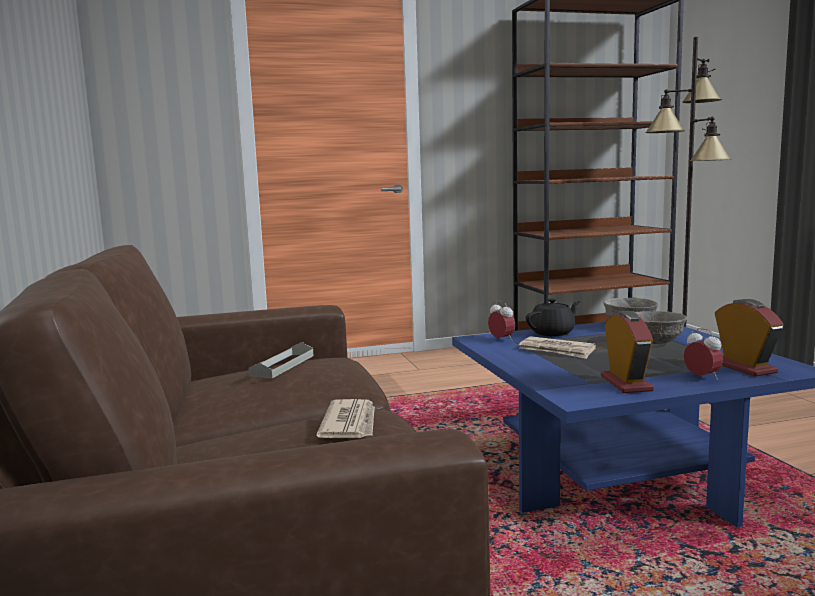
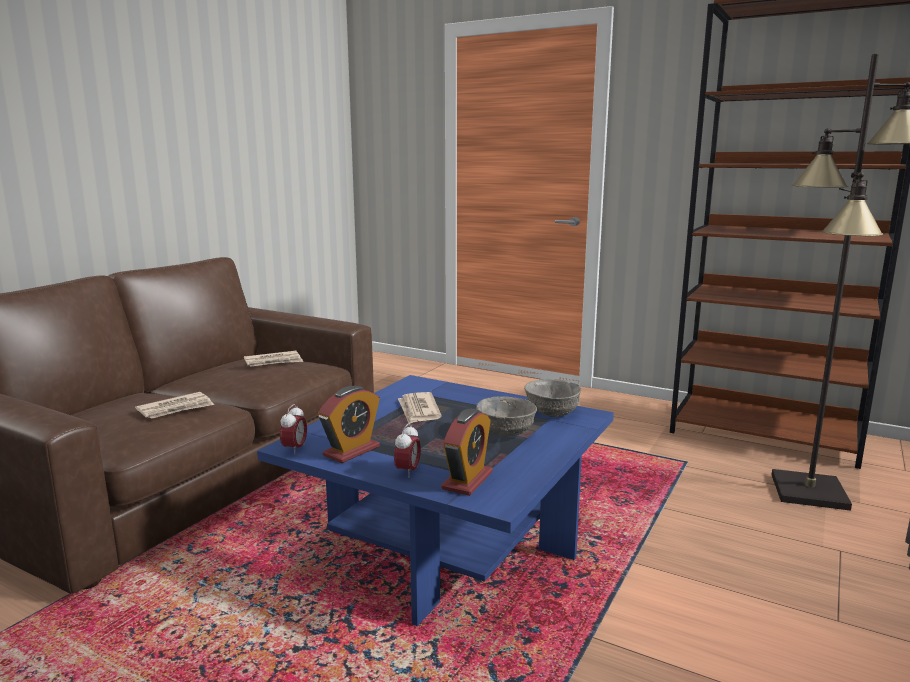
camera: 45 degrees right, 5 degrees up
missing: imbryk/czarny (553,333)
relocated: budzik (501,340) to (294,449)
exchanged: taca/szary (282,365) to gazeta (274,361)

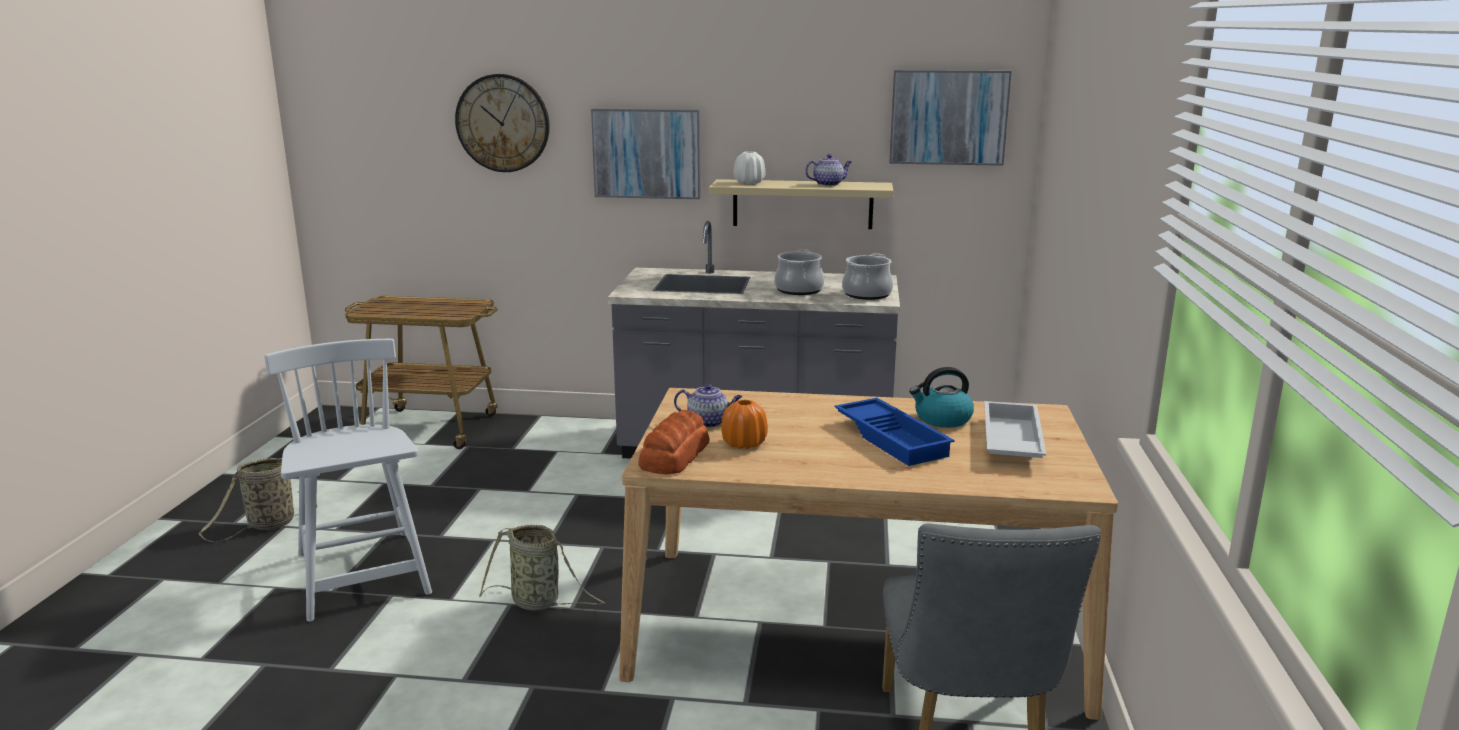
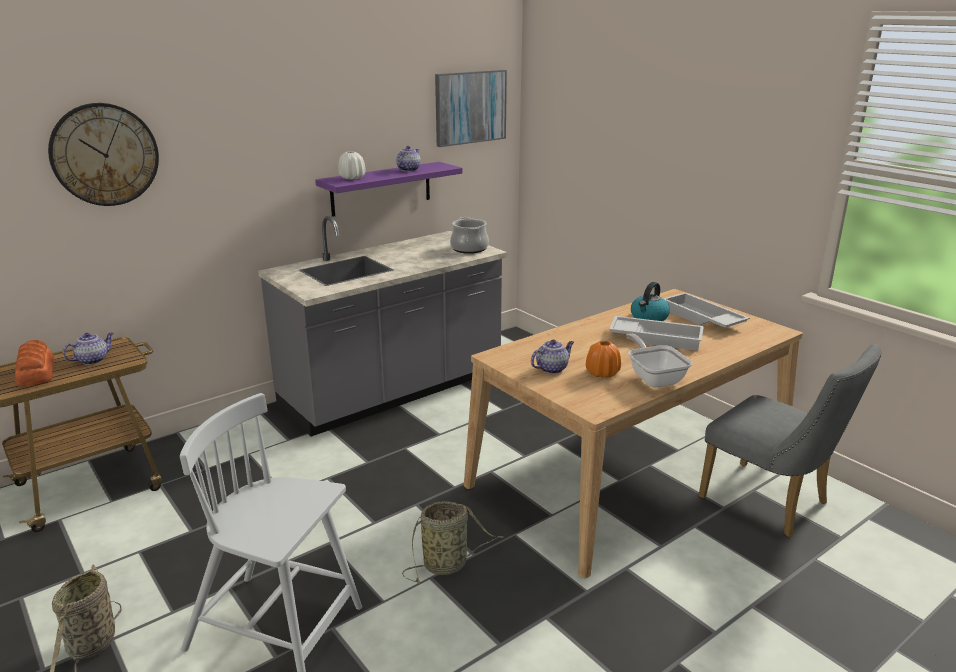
camera: 45 degrees left, 5 degrees up
missing: obraz (647,153); garnek (798,290)
appeared: imbryk (93,360); patelnia (654,378)
relocated: chleb (674,455) to (35,372)
colour: półka/beżowy (802,204) to półka/fioletowy (381,188); taca/niebieski (893,438) to taca/biały (656,338)

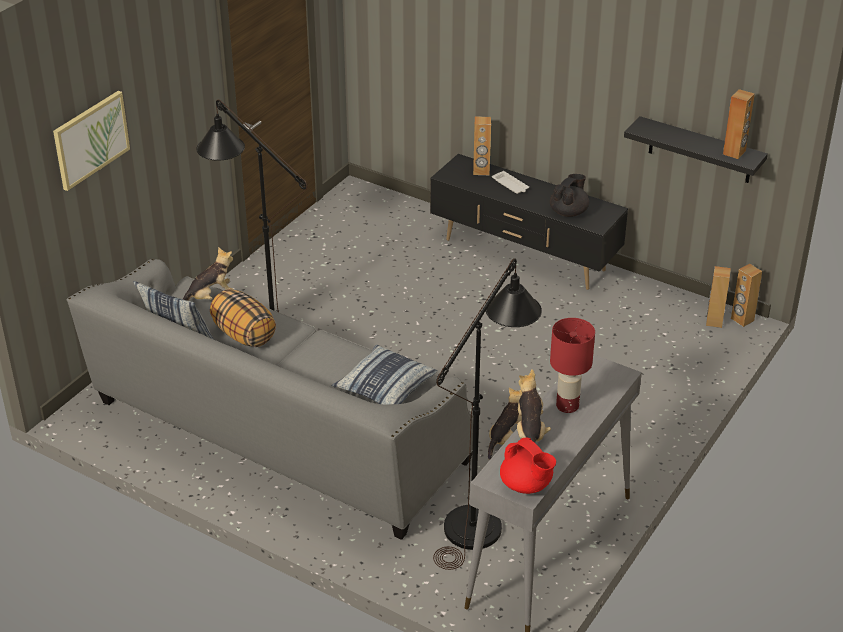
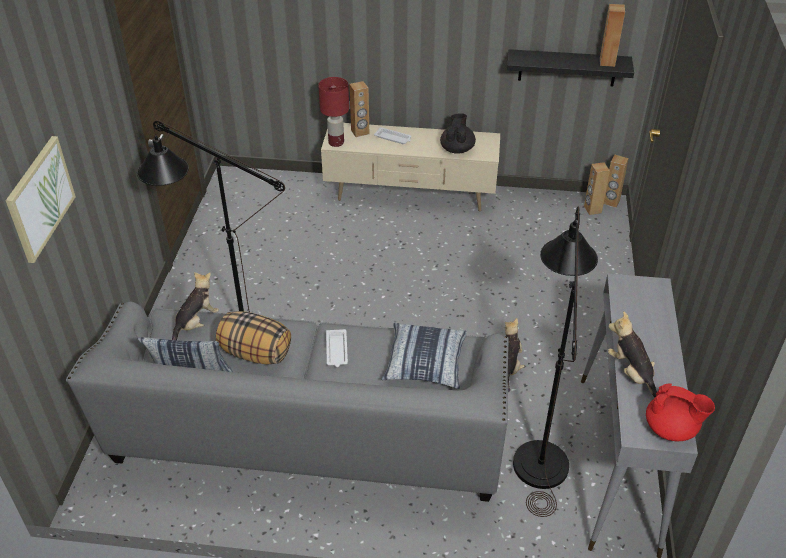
camera: 25 degrees left, 5 degrees up
appeared: taca/biały (337,351)
relocated: lampa stołowa/czerwony (567,406) to (336,143)
colour: szafka pod telewizor/czarny (524,256) to szafka pod telewizor/beżowy (411,196)

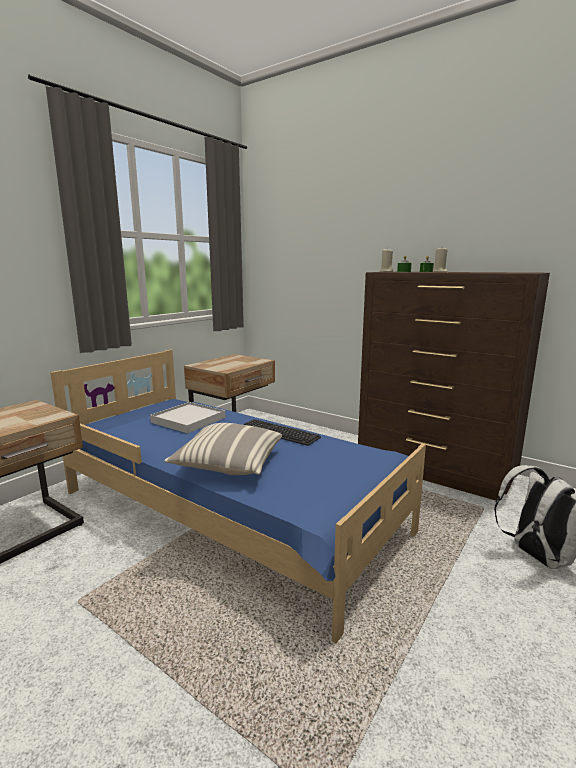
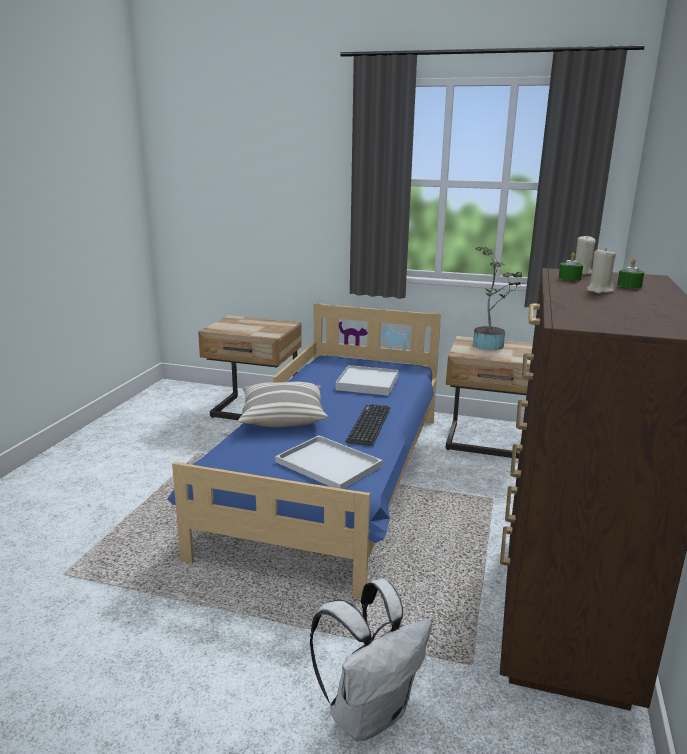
camera: 70 degrees right, 5 degrees up
appeared: roślina doniczkowa (491,344); taca/biały (330,464)

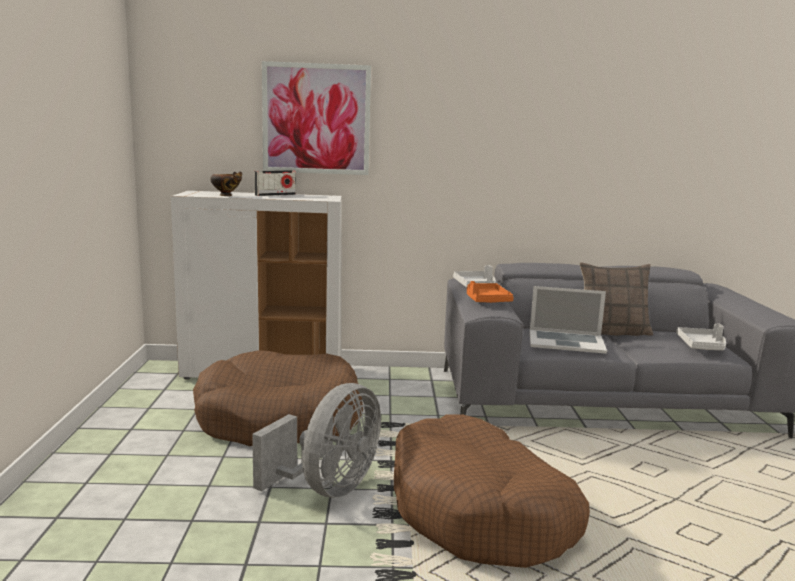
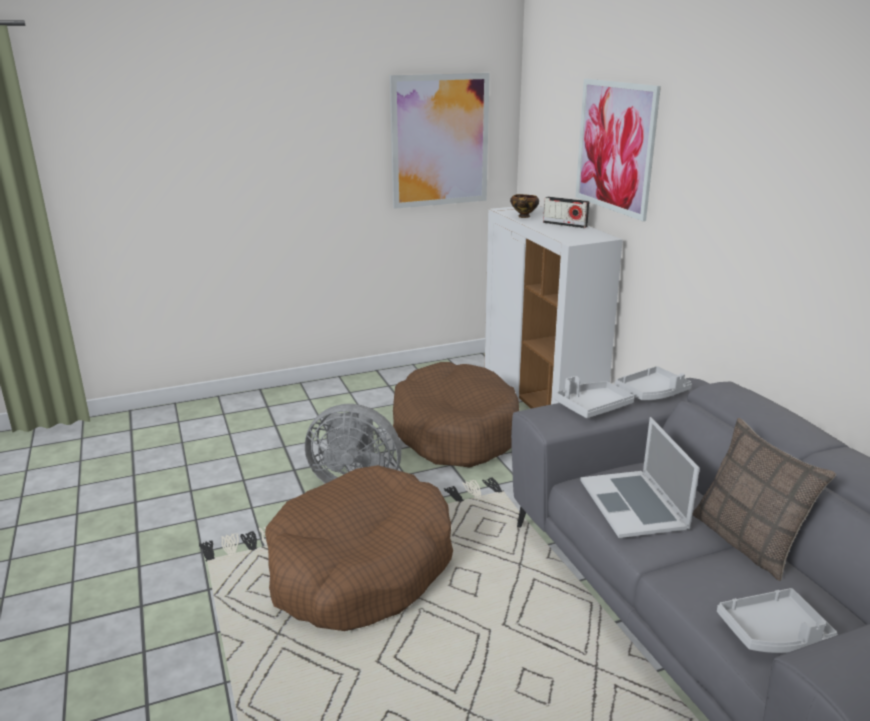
camera: 70 degrees right, 10 degrees up
appeared: obraz (439,141)
colour: taca/pomarańczowy (486,300) to taca/szary (592,407)

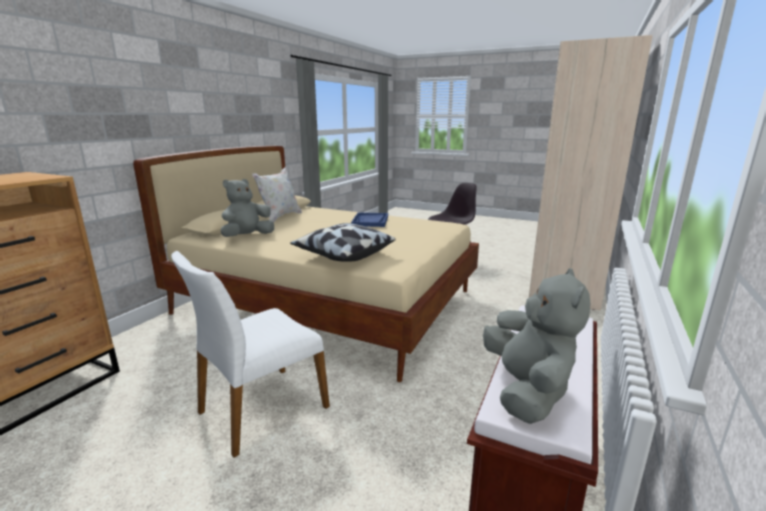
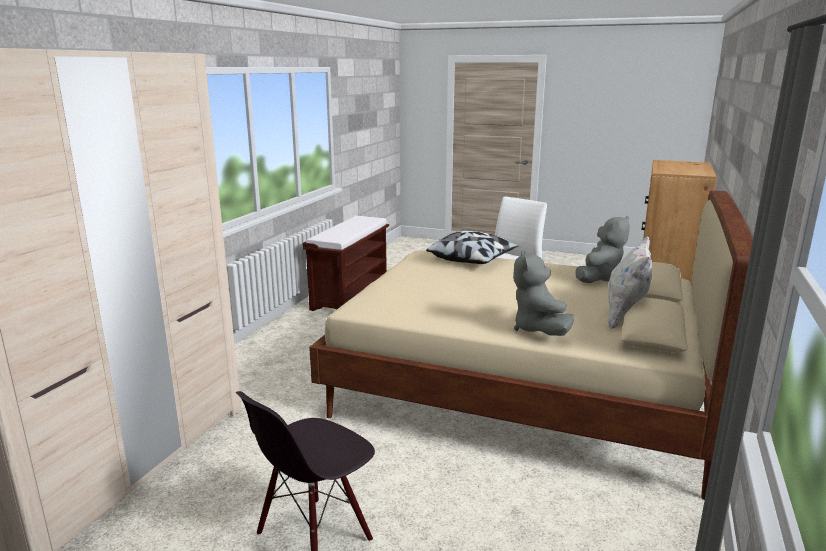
camera: 175 degrees right, 0 degrees up
missing: taca/niebieski (370,221)
relocated: pluszak/szary (526,390) to (538,329)

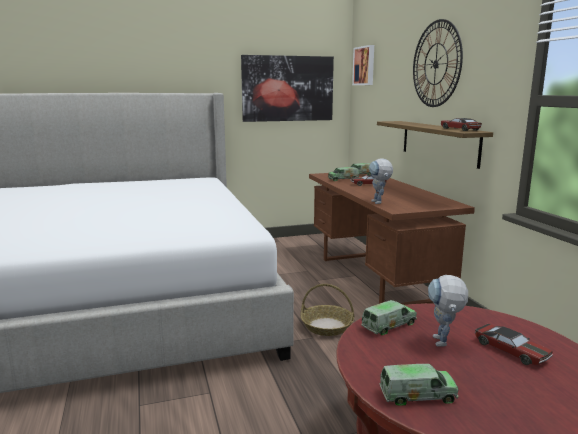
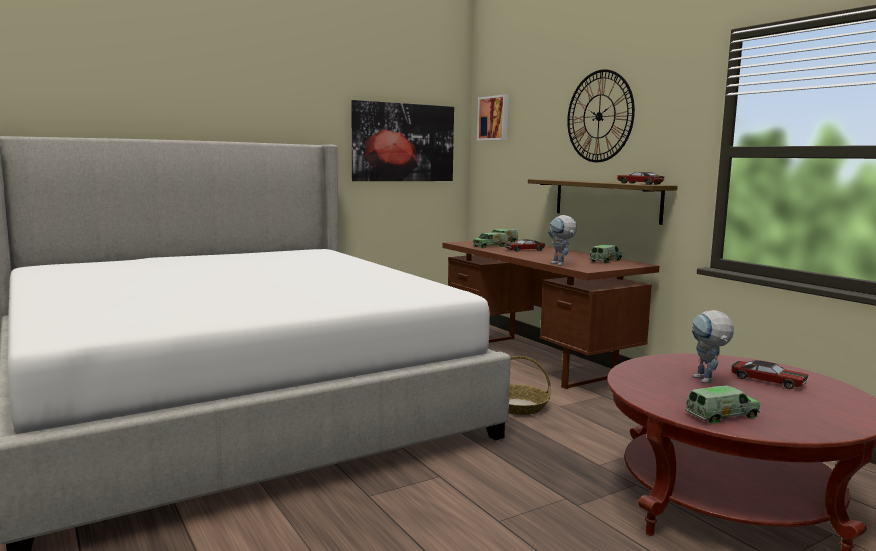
camera: 15 degrees left, 5 degrees down
relocated: ciężarówka zabawkowa (388,325) to (605,260)

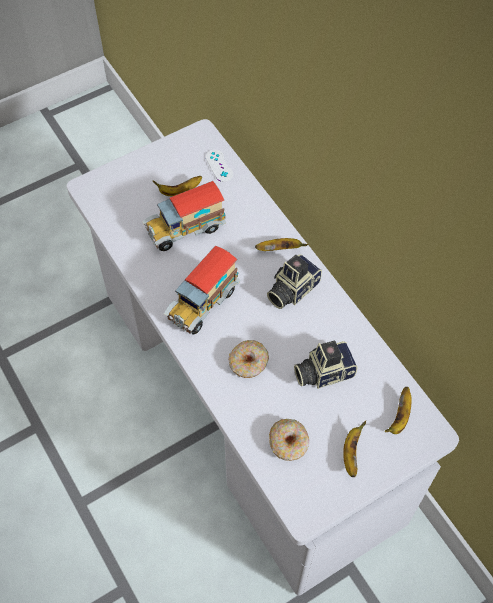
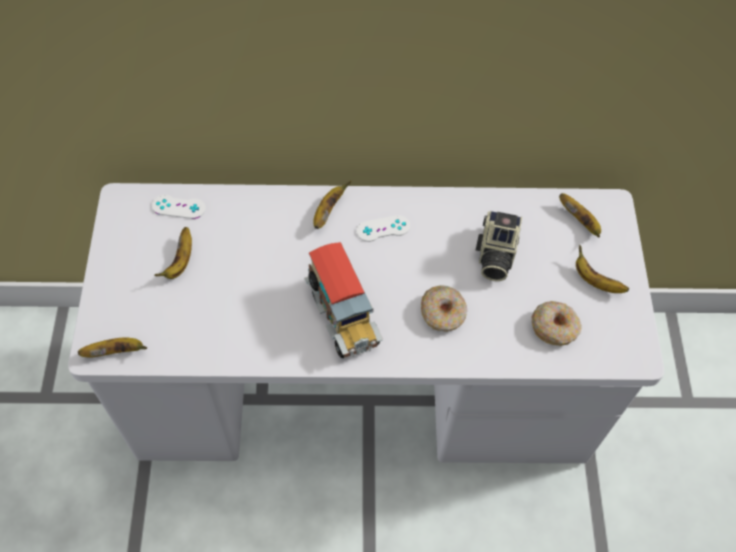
camera: 60 degrees left, 0 degrees up
missing: ciężarówka zabawkowa (185,229)
appeared: banan (116,352)
exchanged: aparat fotograficzny (291,289) to pad do gier/biały (383,228)

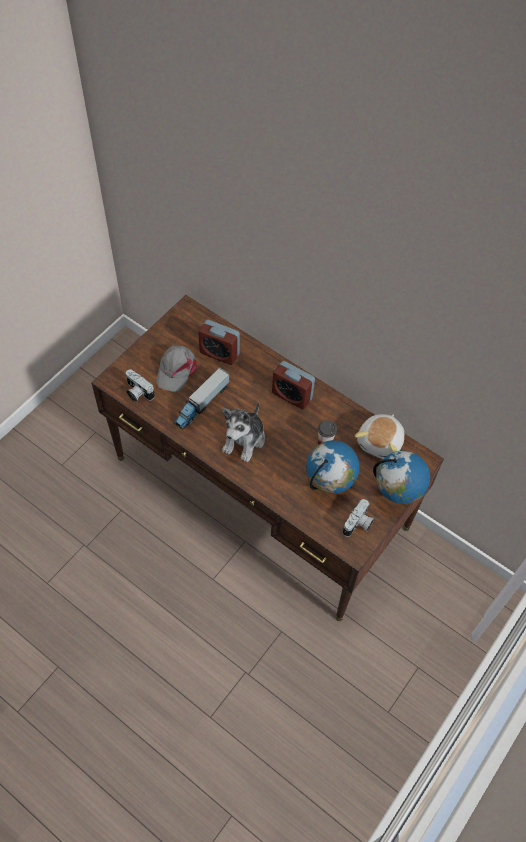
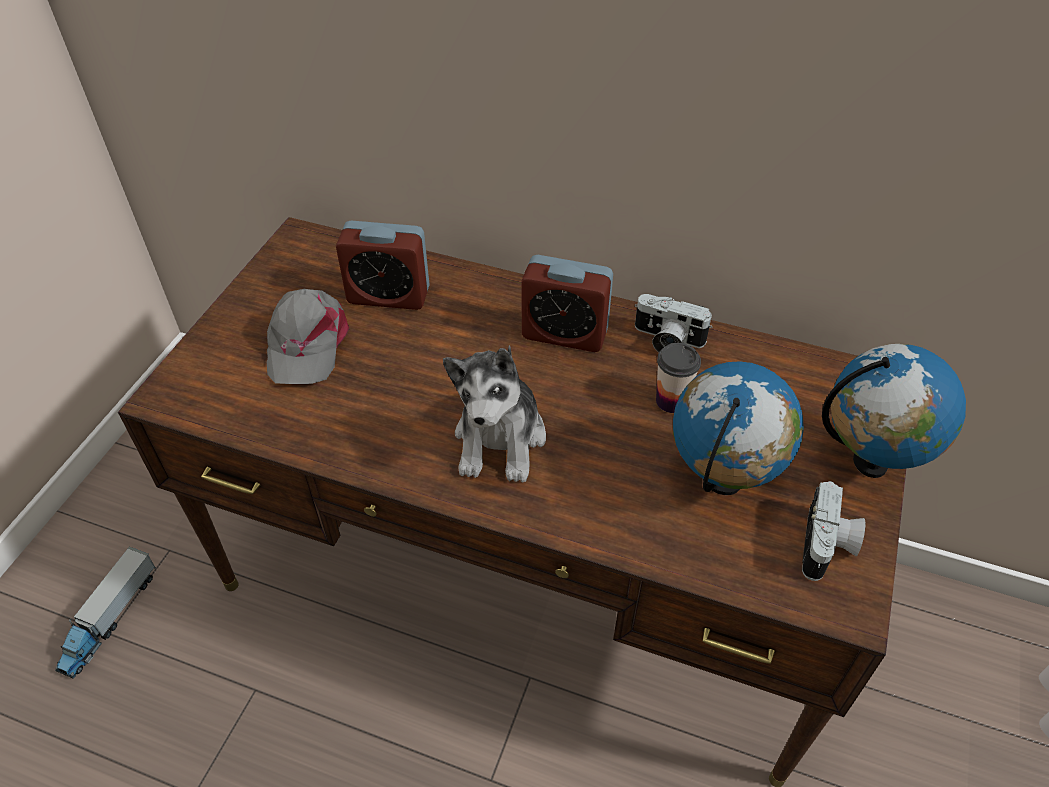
camera: 15 degrees left, 10 degrees down
missing: pluszak (380,442)
relocated: ciężarówka zabawkowa (202,404) to (109,619); aparat fotograficzny (137,392) to (667,341)

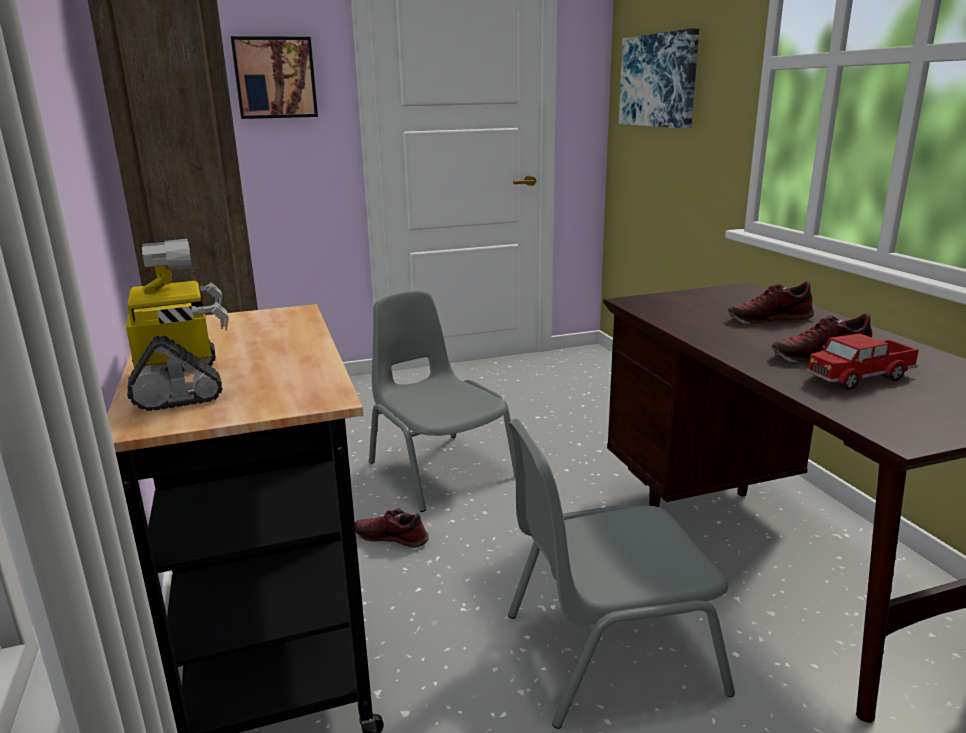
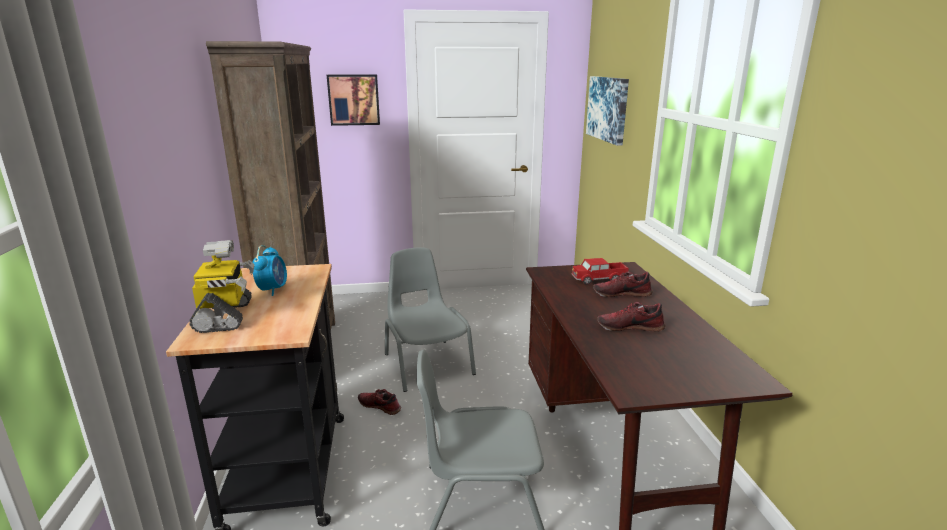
camera: 10 degrees right, 0 degrees up
appeared: budzik (273,290)
relocated: ciężarówka zabawkowa (859,377) to (599,279)

